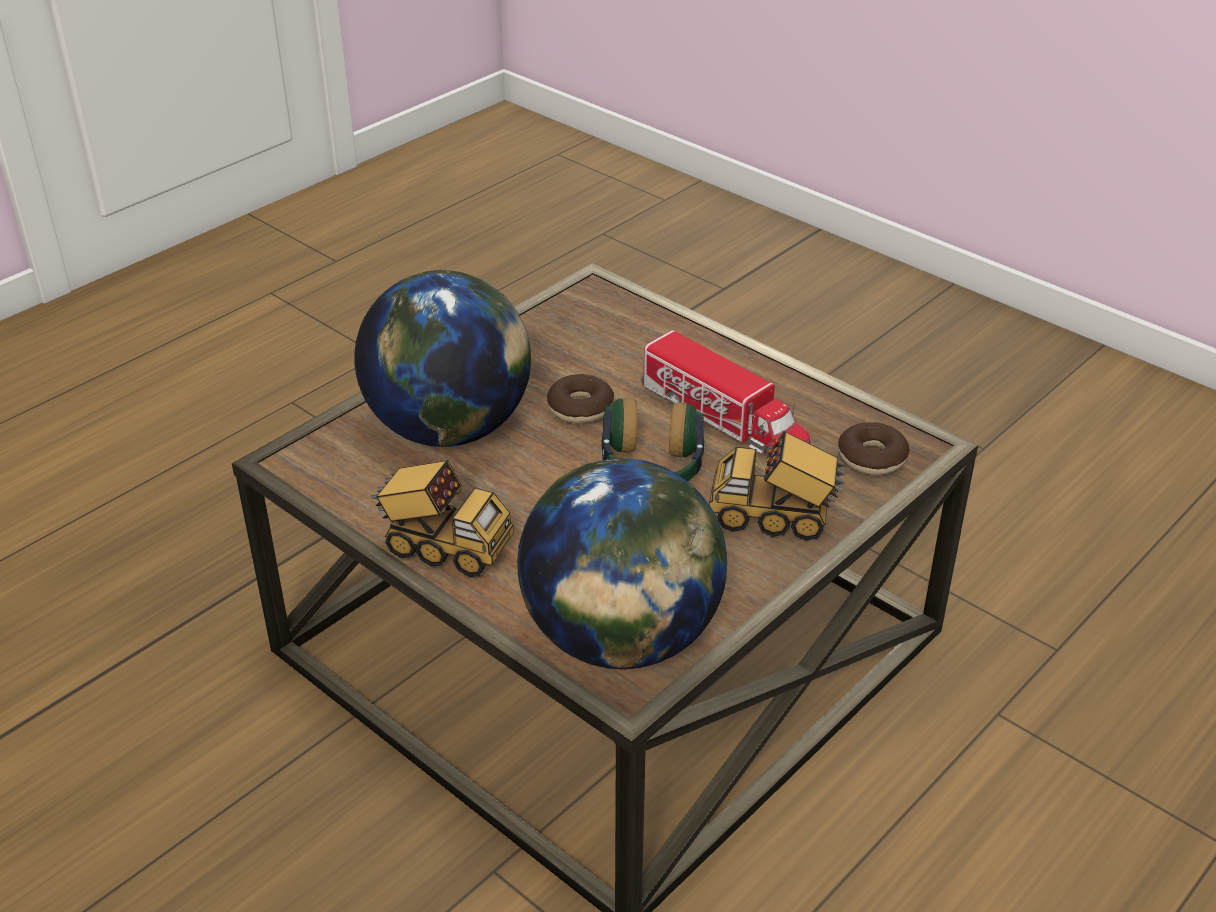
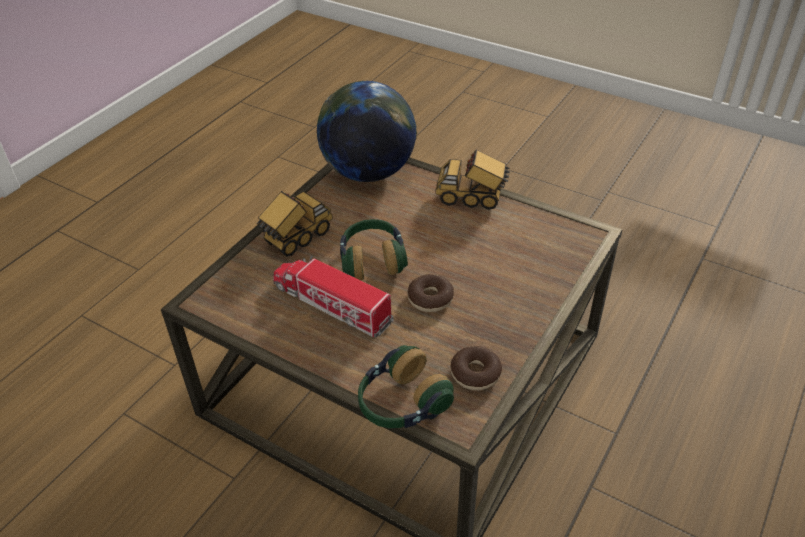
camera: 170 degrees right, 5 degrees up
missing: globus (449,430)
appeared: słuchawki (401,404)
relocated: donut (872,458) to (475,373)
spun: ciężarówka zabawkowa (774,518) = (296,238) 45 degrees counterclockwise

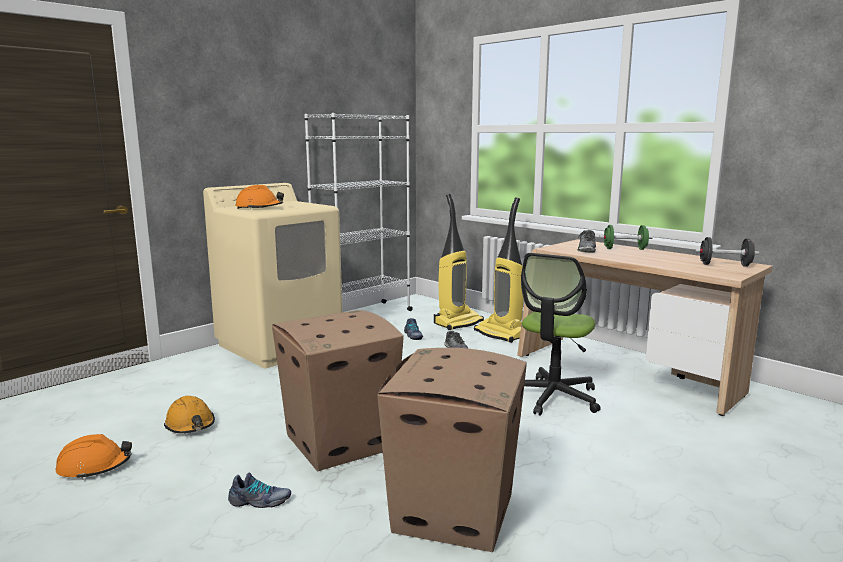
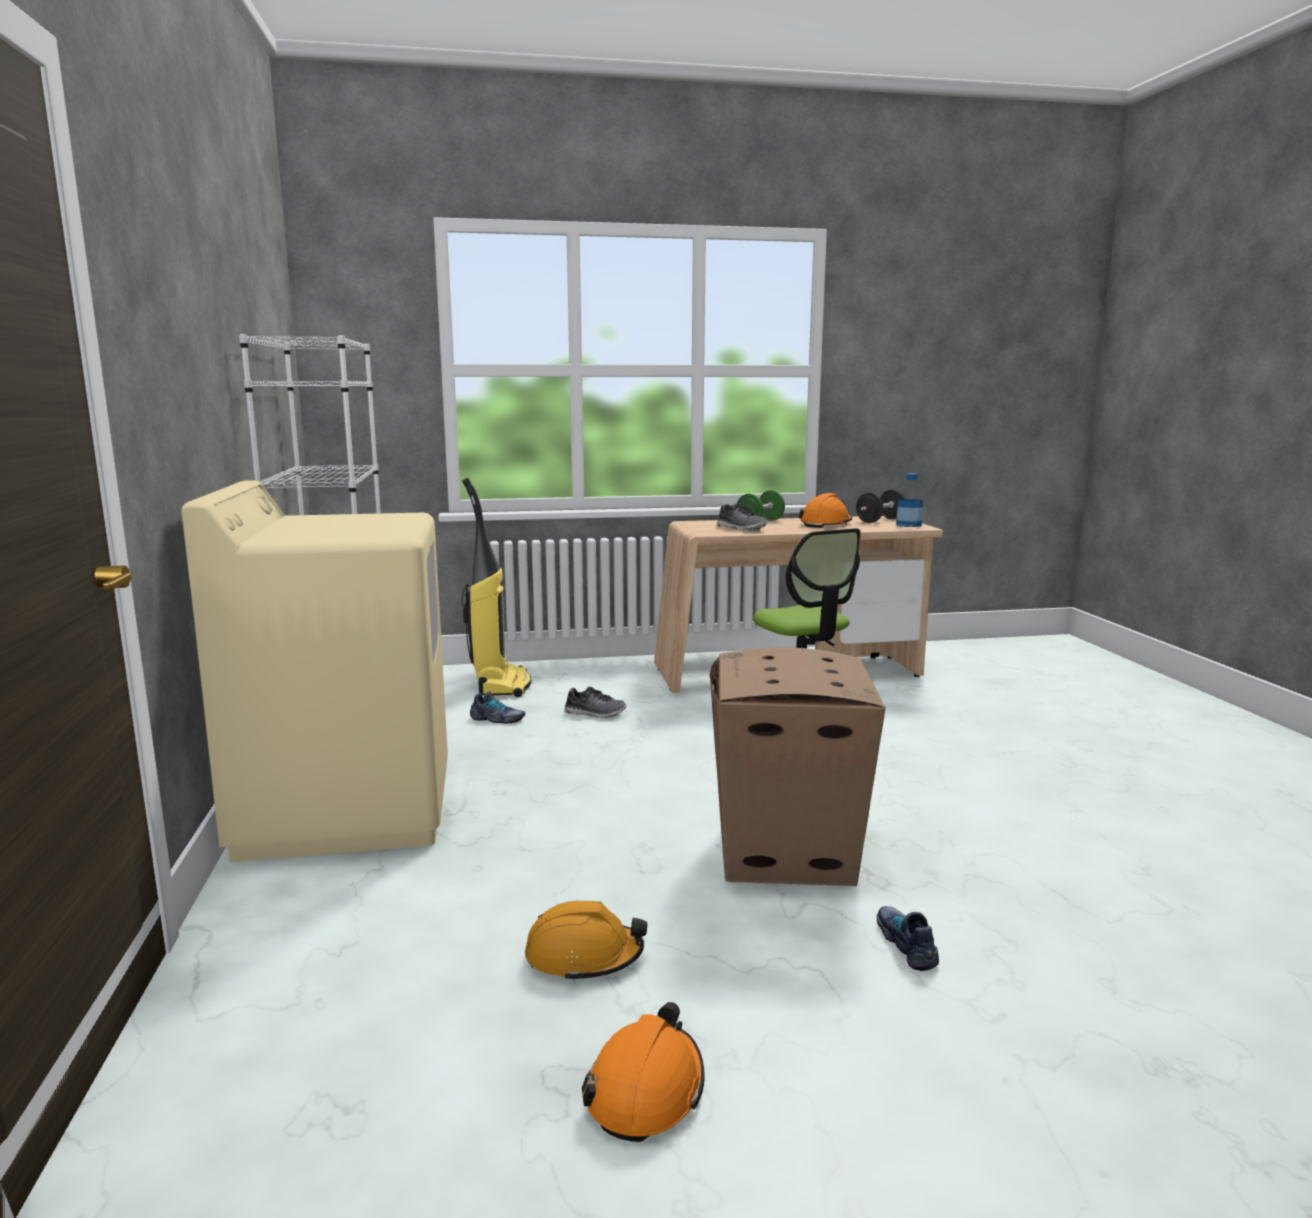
camera: 55 degrees left, 0 degrees up
missing: odkurzacz (501,334); karton (453,513)
appeared: butelka (908,525)
relocated: kask/pomarańczowy (259,208) to (826,524)
spun: but (260,501) = (907,944) 45 degrees counterclockwise

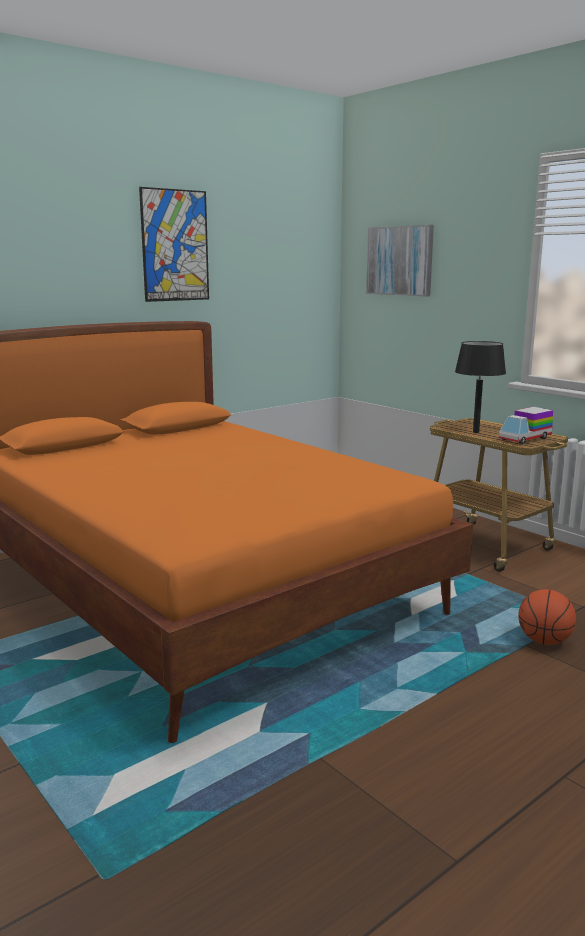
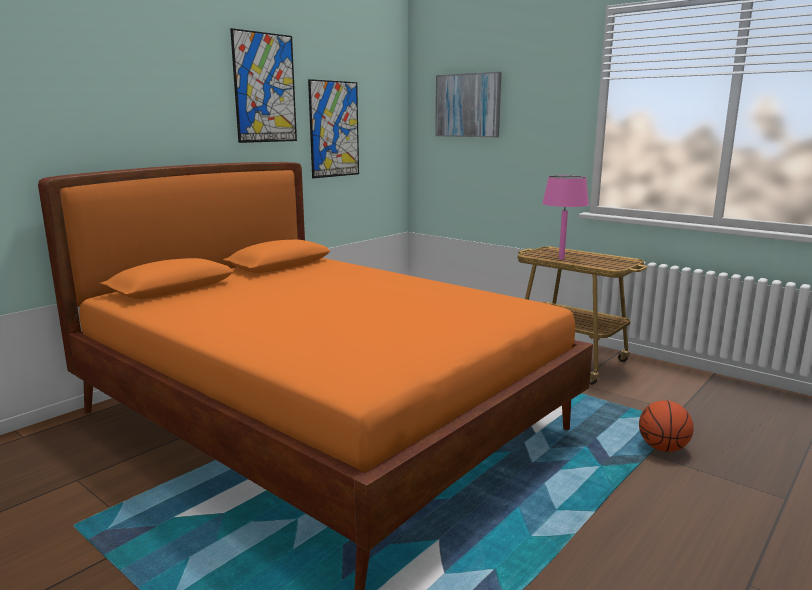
camera: 10 degrees left, 0 degrees up
missing: ciężarówka zabawkowa (525,438)
appeared: obraz (334,129)
colour: lampa stołowa/czarny (476,432) to lampa stołowa/różowy (561,258)

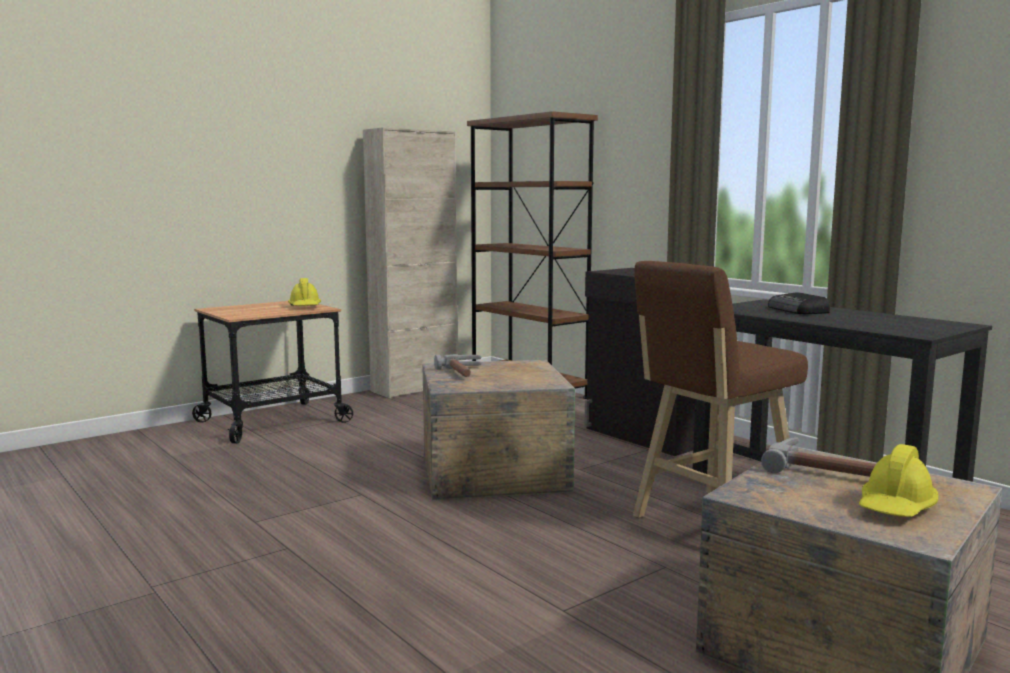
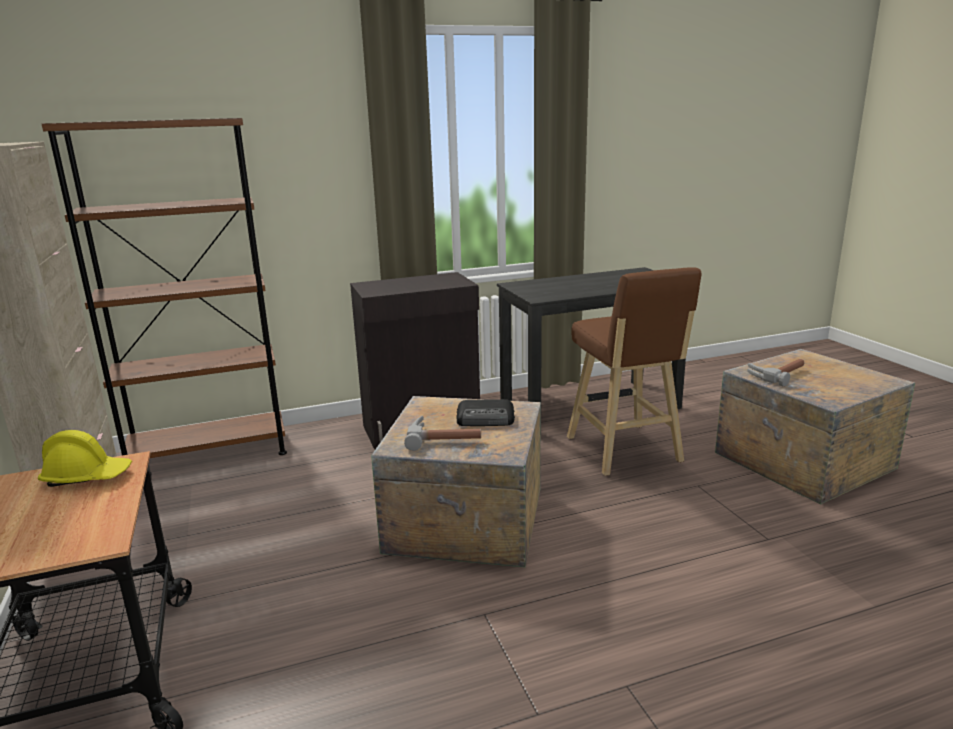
camera: 70 degrees left, 10 degrees up
missing: kask/żółty (896,508)
relocated: radio (798,310) to (486,419)

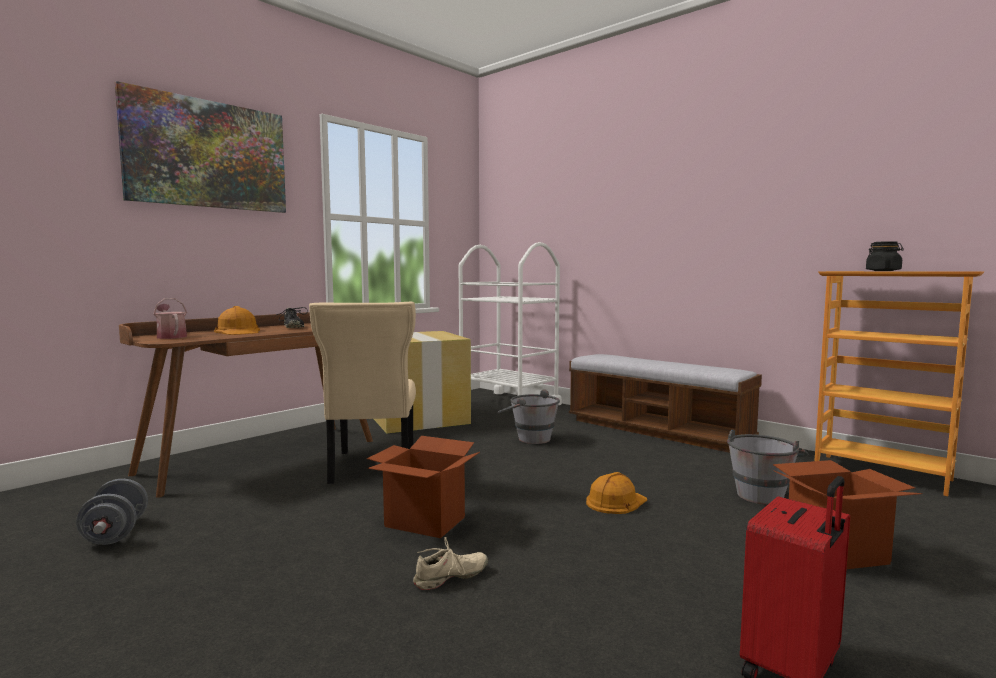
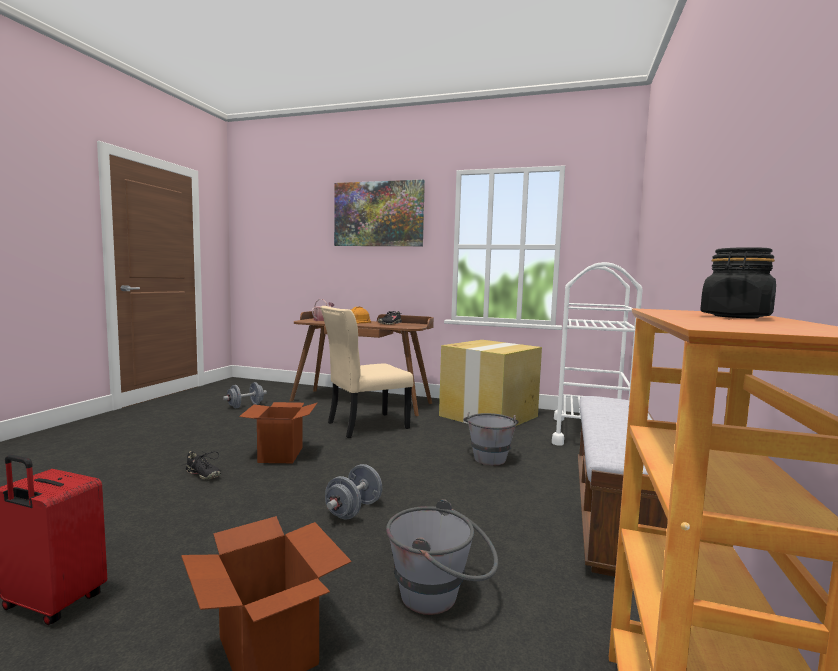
camera: 65 degrees right, 0 degrees up
exchanged: kask/pomarańczowy (615,501) to hantel/szary (354,510)
colour: but/beżowy (451,578) to but/czarny (202,474)

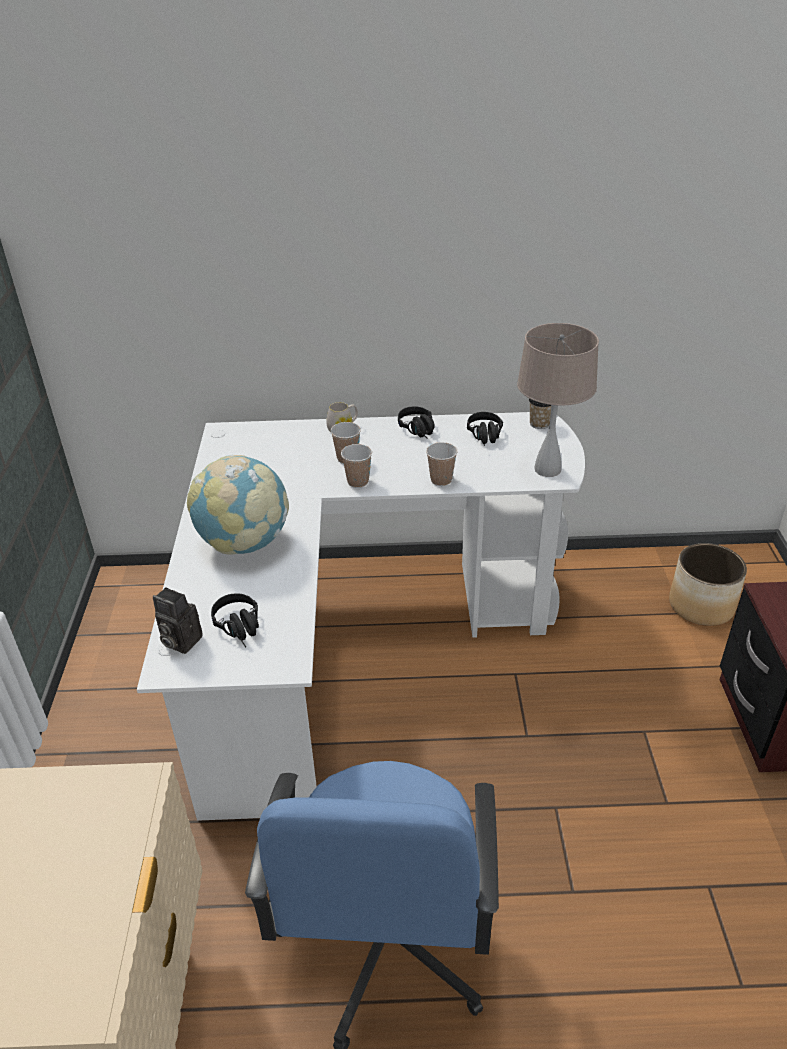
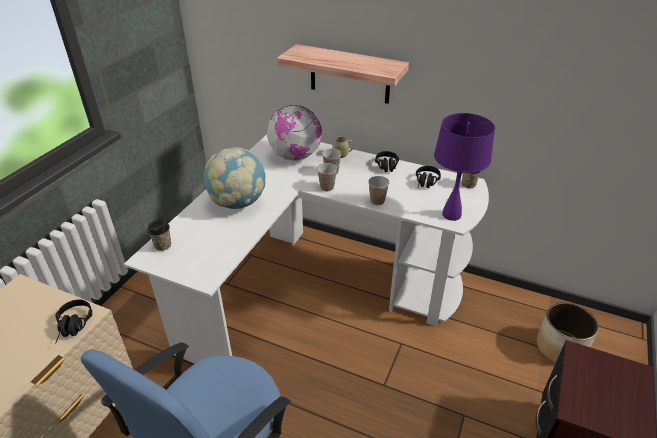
camera: 25 degrees right, 0 degrees up
appeared: półka (349,74); globus (296,156)
relocated: słuchawki/czarny (241,629) to (74,327)
exchanged: aparat fotograficzny (179,641) to filiżanka (163,245)
colour: lampa stołowa/beżowy (547,469) to lampa stołowa/fioletowy (451,215)

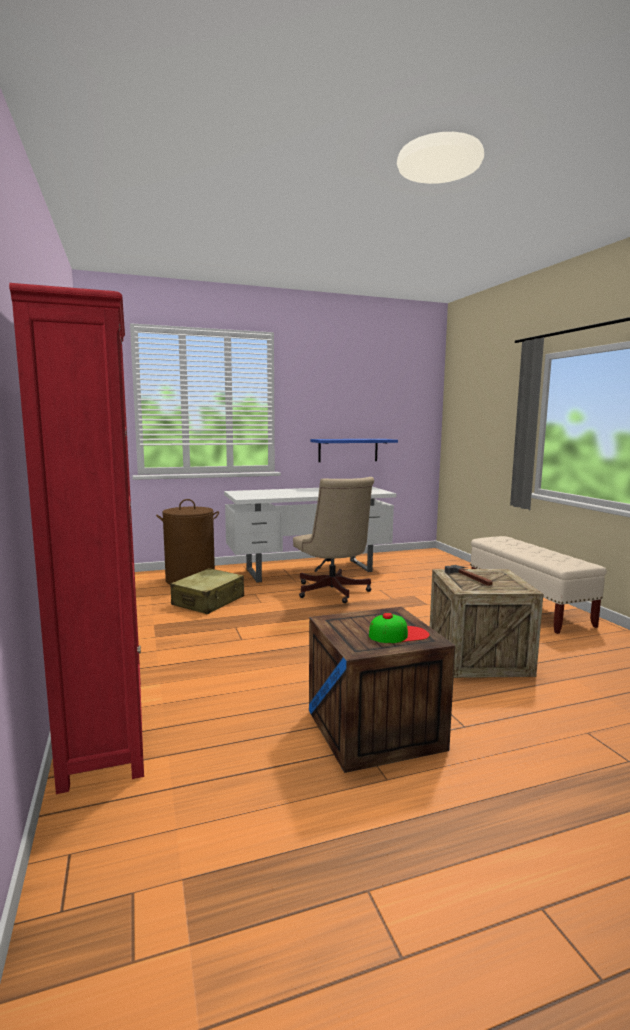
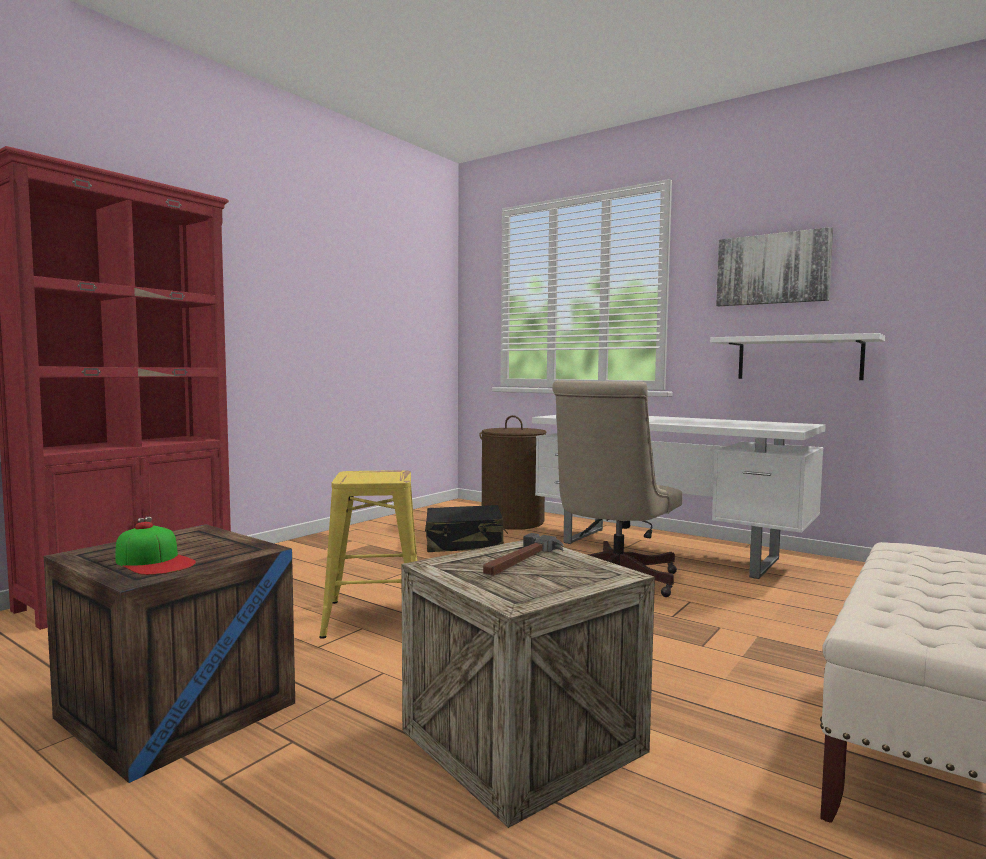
camera: 55 degrees right, 5 degrees down
appeared: obraz (772,269); stołek/żółty (373,617)
colour: półka/niebieski (348,450) to półka/biały (798,358); walizka/beżowy (208,601) to walizka/czarny (464,543)

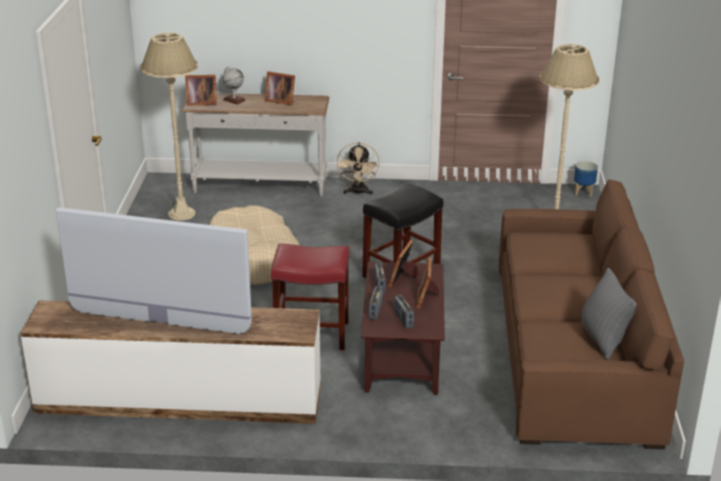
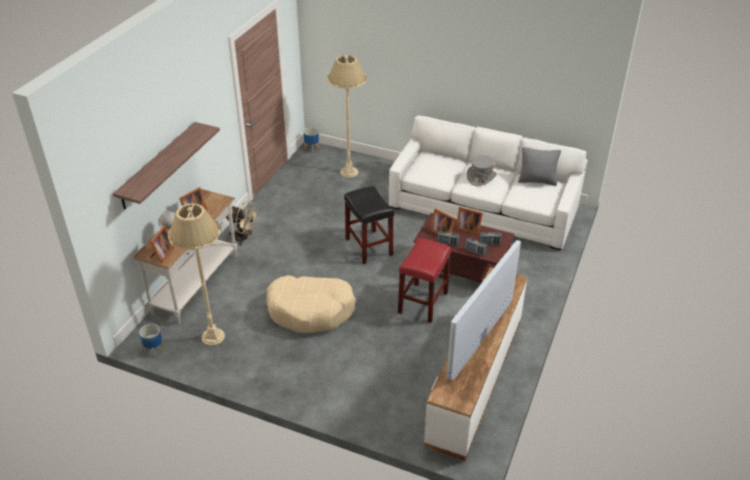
camera: 70 degrees left, 10 degrees up
appeared: półka (158,165); kapelusz/szary (481,177); donica (154,349)
colour: kanapa/brązowy (573,351) to kanapa/biały (484,207)

